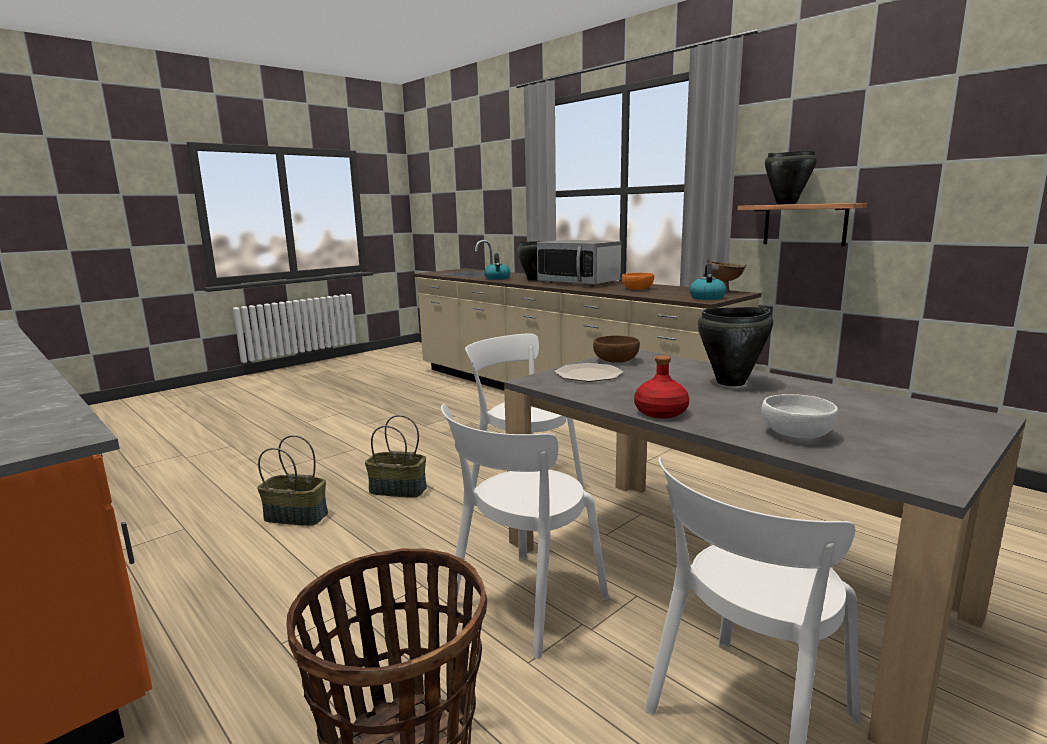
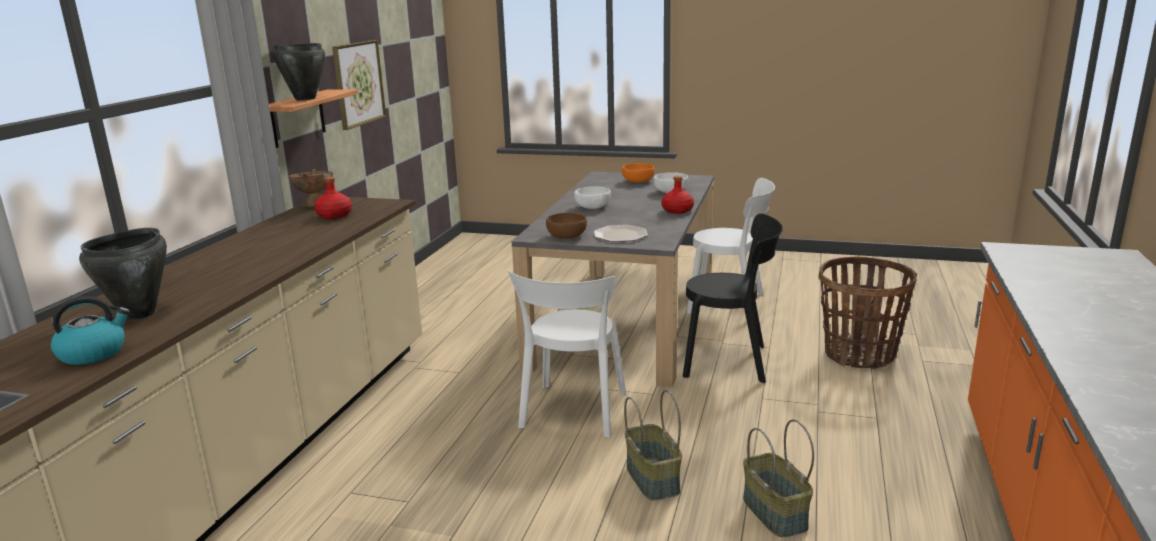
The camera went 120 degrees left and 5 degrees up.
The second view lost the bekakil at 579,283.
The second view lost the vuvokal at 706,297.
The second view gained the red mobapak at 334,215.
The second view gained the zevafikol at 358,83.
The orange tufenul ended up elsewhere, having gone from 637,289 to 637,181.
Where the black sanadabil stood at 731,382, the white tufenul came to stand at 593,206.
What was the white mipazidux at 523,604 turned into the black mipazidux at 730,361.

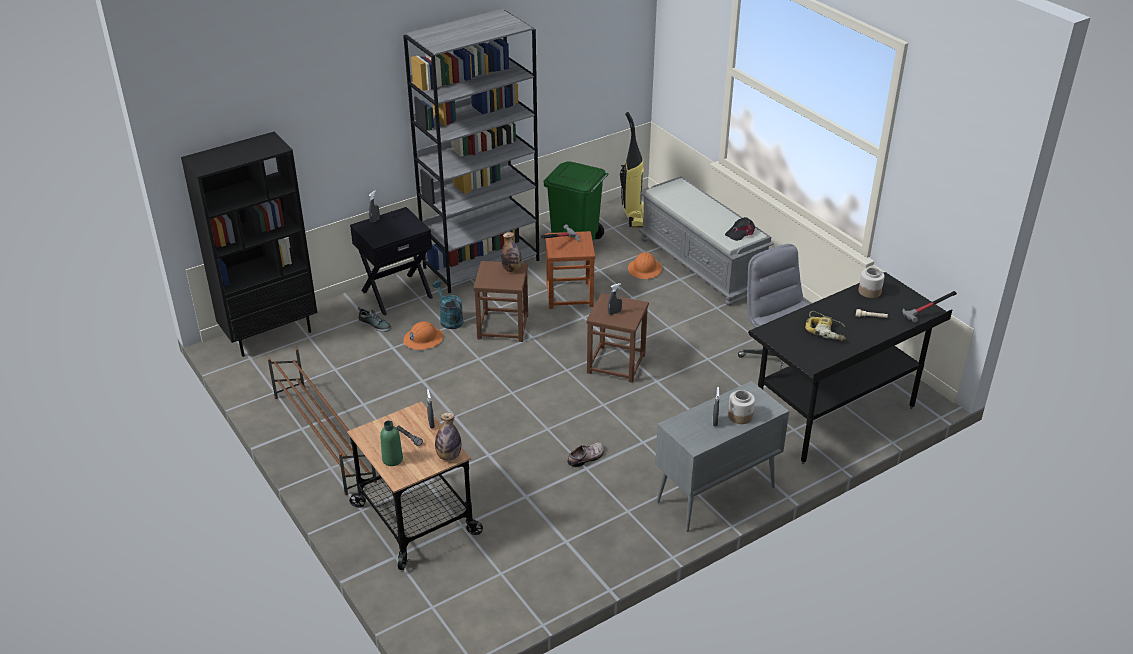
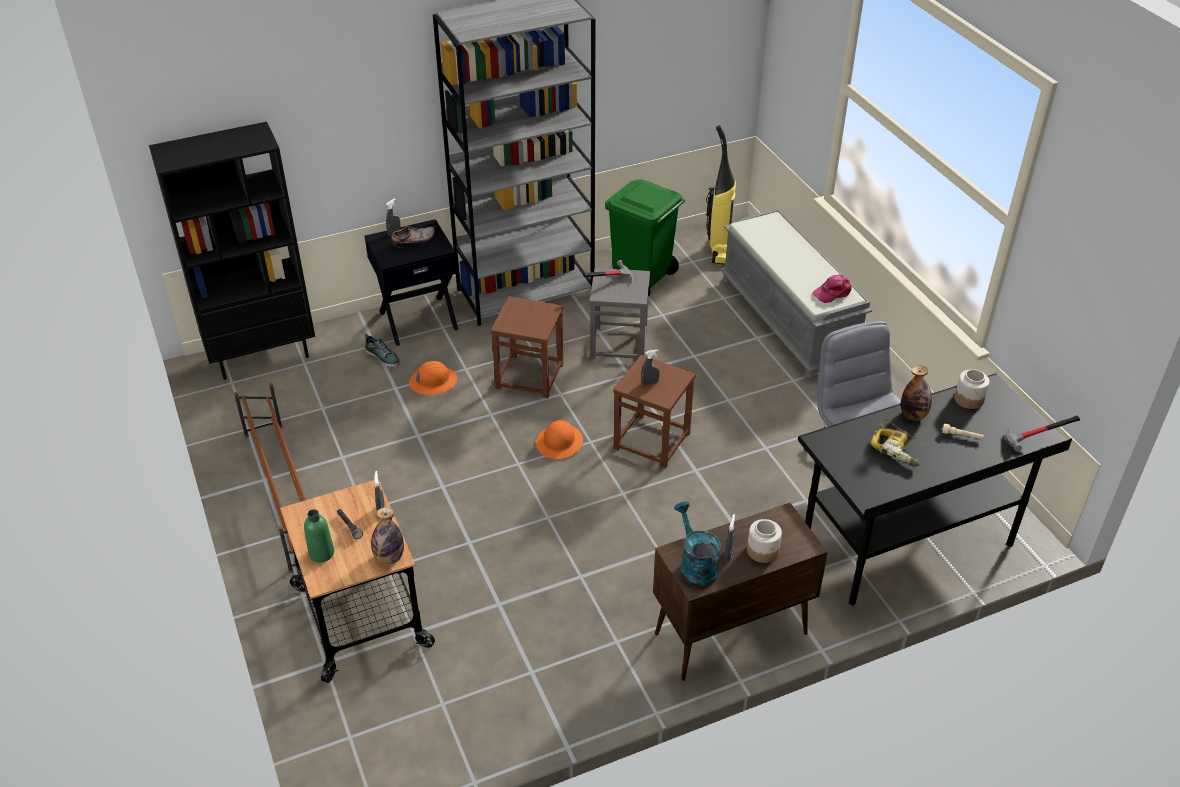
The camera went 10 degrees right and 5 degrees up.
The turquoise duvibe ended up elsewhere, having gone from 449,319 to 695,565.
The mobapak ended up elsewhere, having gone from 512,269 to 913,415.
The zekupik ended up elsewhere, having gone from 587,458 to 414,241.
The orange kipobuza ended up elsewhere, having gone from 645,269 to 560,443.
What was the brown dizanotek at 569,295 turned into the grey dizanotek at 619,344.
What was the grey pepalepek at 715,495 turned into the brown pepalepek at 729,635.
What was the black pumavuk at 740,232 turned into the pink pumavuk at 833,292.

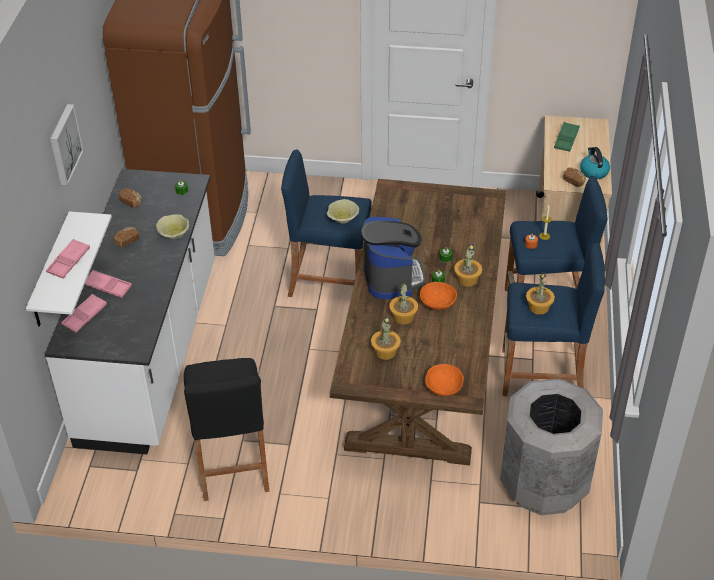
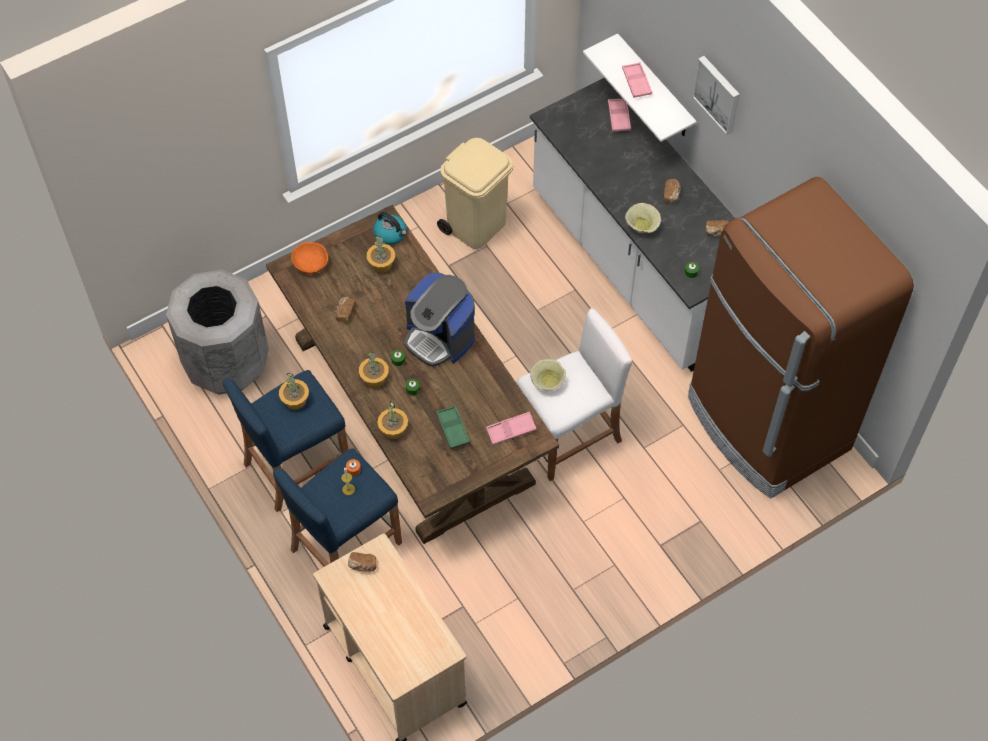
The camera went 140 degrees right and 15 degrees up.
The second view lost the orange tufenul at 437,302.
The second view gained the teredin at 344,313.
The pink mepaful ended up elsewhere, having gone from 108,286 to 511,430.
The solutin ended up elsewhere, having gone from 403,317 to 393,429.
The green mepaful ended up elsewhere, having gone from 566,139 to 453,429.
The vuvokal ended up elsewhere, having gone from 593,171 to 391,234.
Where the black dizanotek stood at 231,462, the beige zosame came to stand at 476,225.
What was the blue dizanotek at 329,281 turned into the white dizanotek at 568,436.

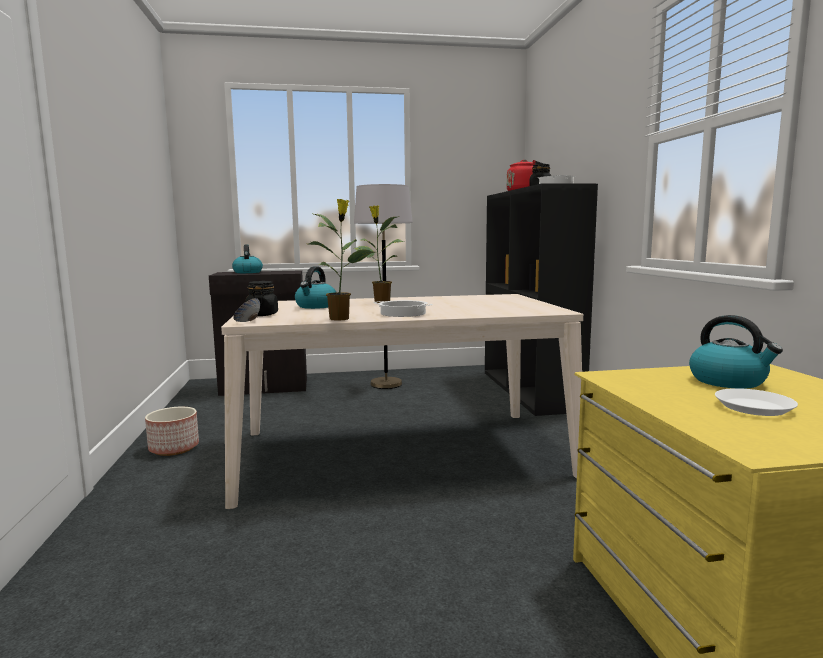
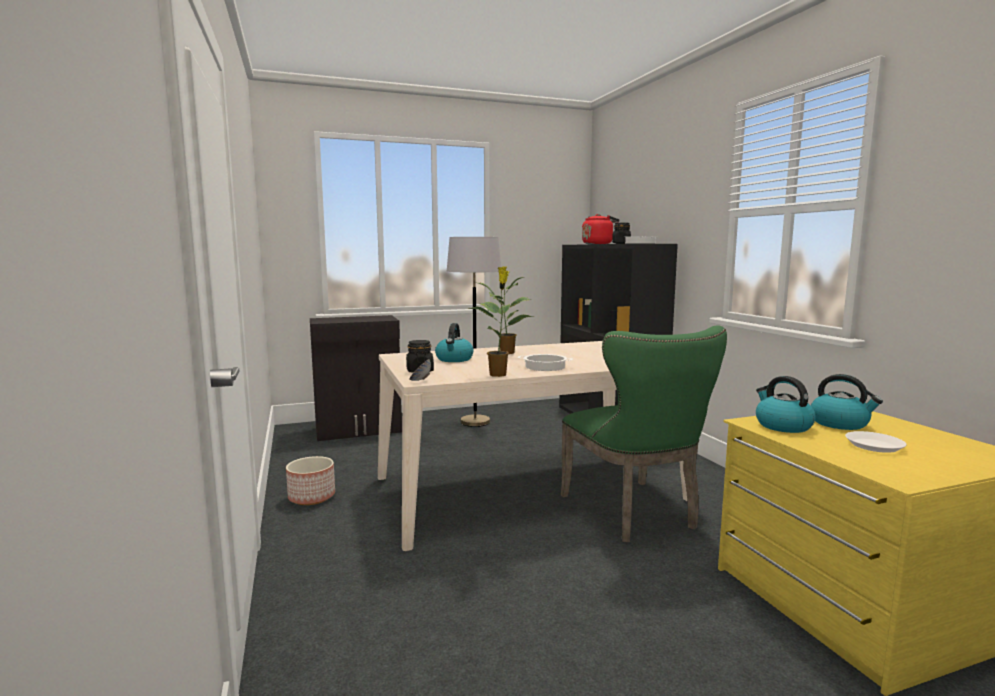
The camera went 10 degrees left and 0 degrees up.
The second view gained the green mipazidux at 635,514.
The vuvokal ended up elsewhere, having gone from 247,272 to 782,426.

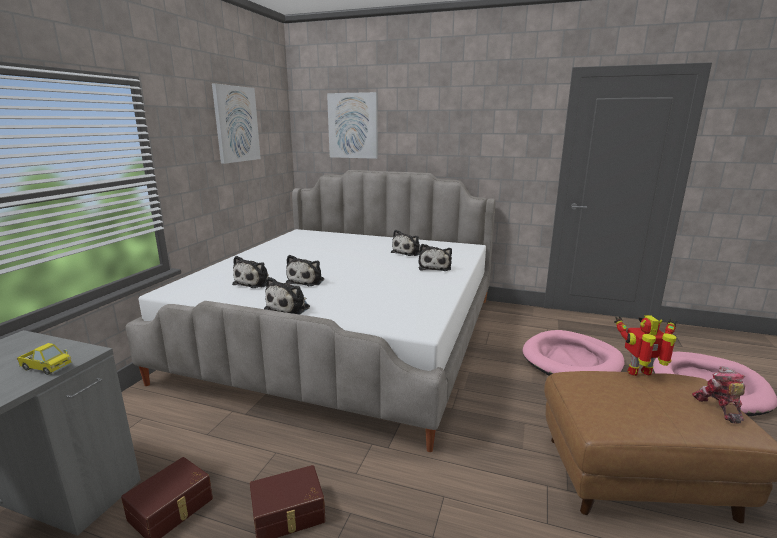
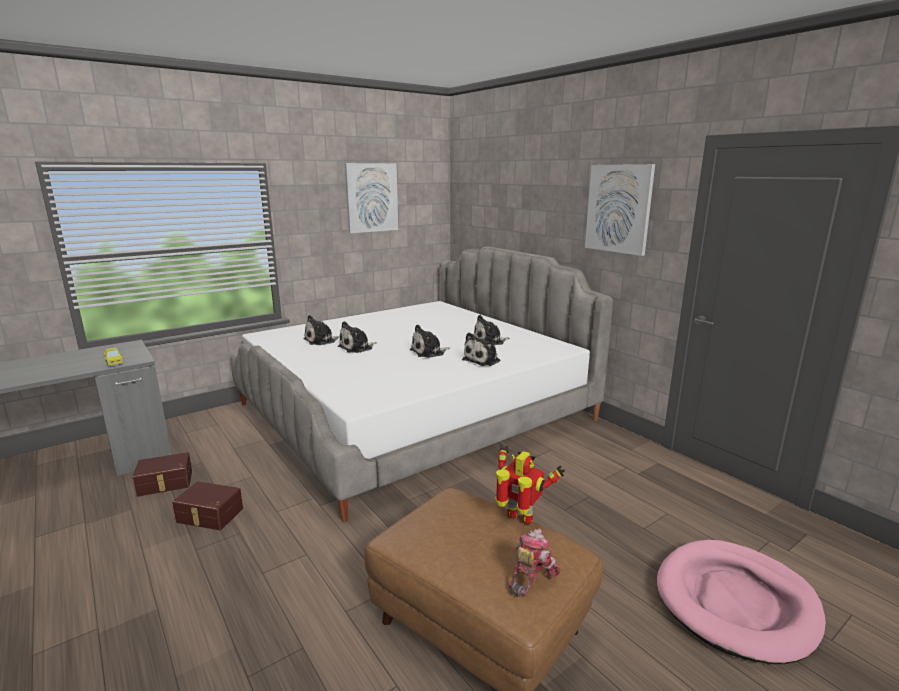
The camera went 35 degrees right and 0 degrees up.
The second view lost the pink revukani at 571,360.
The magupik ended up elsewhere, having gone from 289,308 to 429,352.
The zevafikol ended up elsewhere, having gone from 353,126 to 619,209.

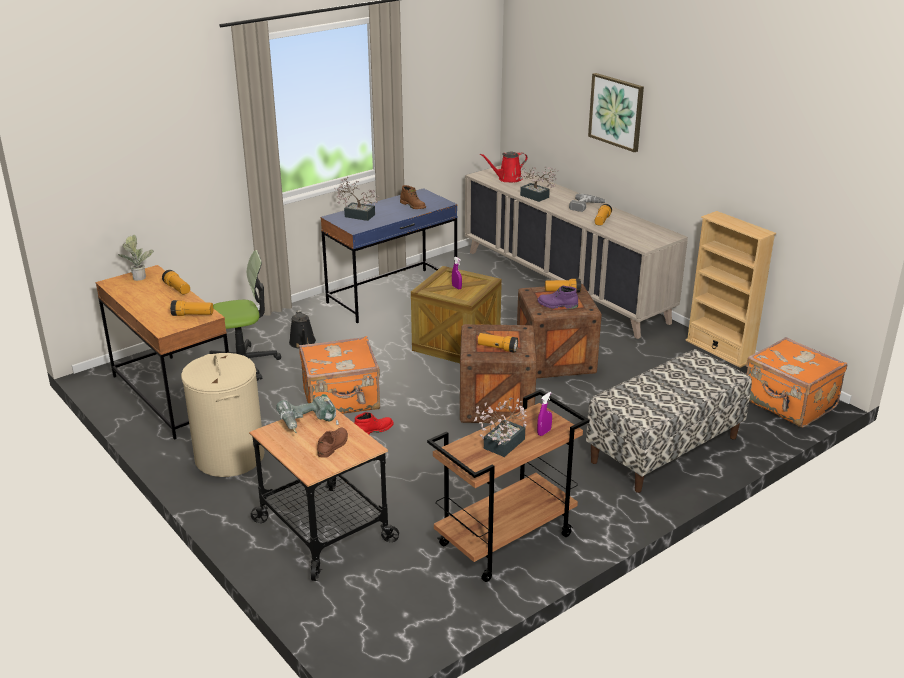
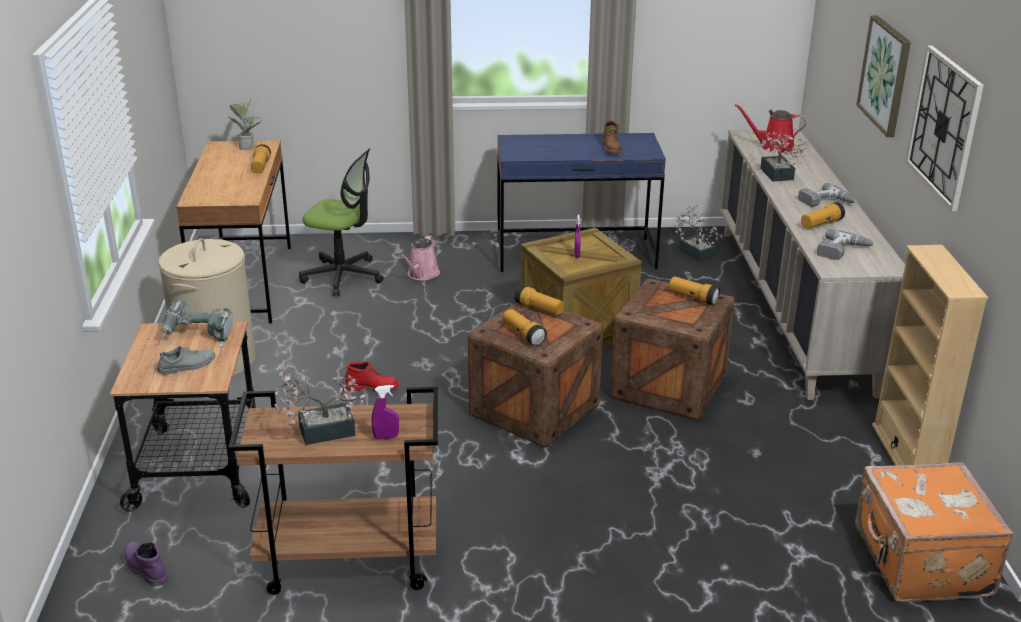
The camera went 35 degrees right and 0 degrees up.
The second view lost the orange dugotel at 342,399.
The second view lost the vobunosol at 665,450.
The second view gained the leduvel at 843,251.
The second view gained the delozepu at 944,126.
The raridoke ended up elsewhere, having gone from 192,315 to 539,309.
The solutin ended up elsewhere, having gone from 356,215 to 694,251.
The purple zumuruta ended up elsewhere, having gone from 557,305 to 144,569.
What was the black duvibe at 302,343 turned into the pink duvibe at 421,275.
What was the brown zekupik at 333,445 turned into the grey zekupik at 187,365.

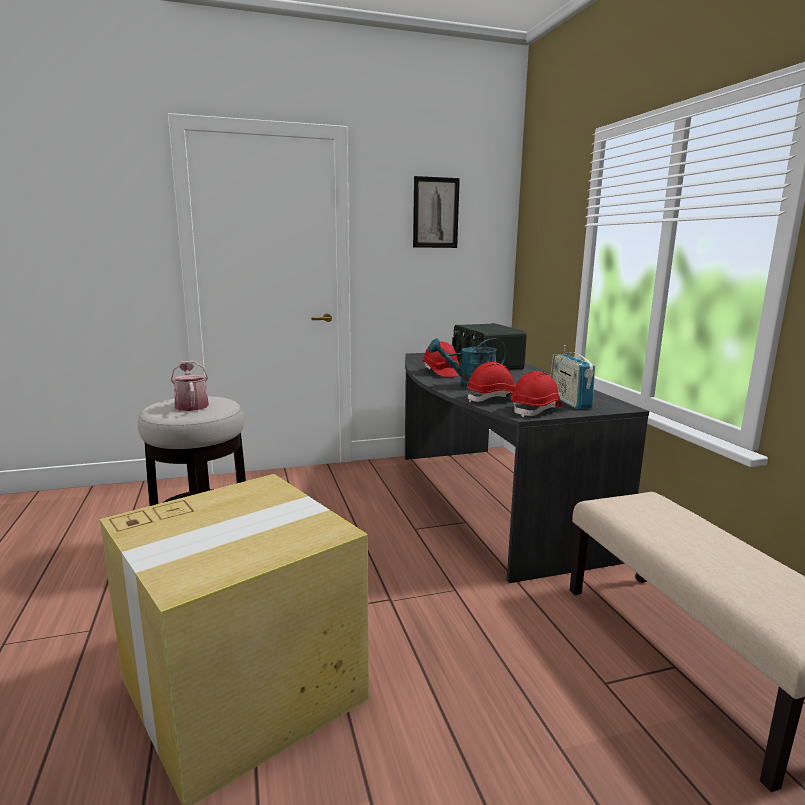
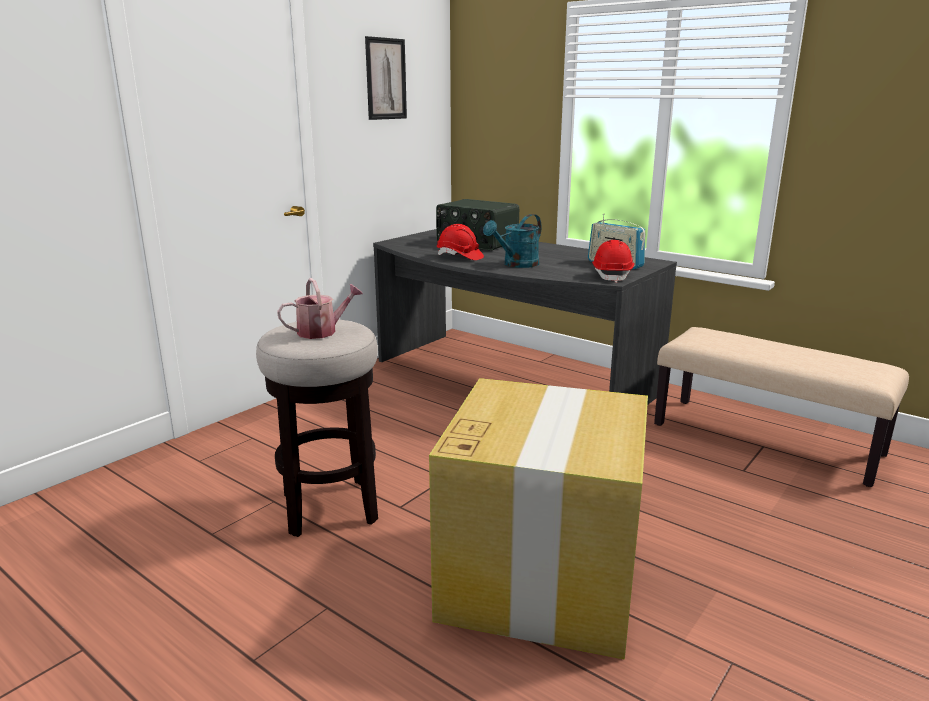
The camera went 35 degrees left and 5 degrees up.
The second view lost the red kipobuza at 493,399.
The duvibe at 191,405 ended up facing another way, 120 degrees clockwise from before.

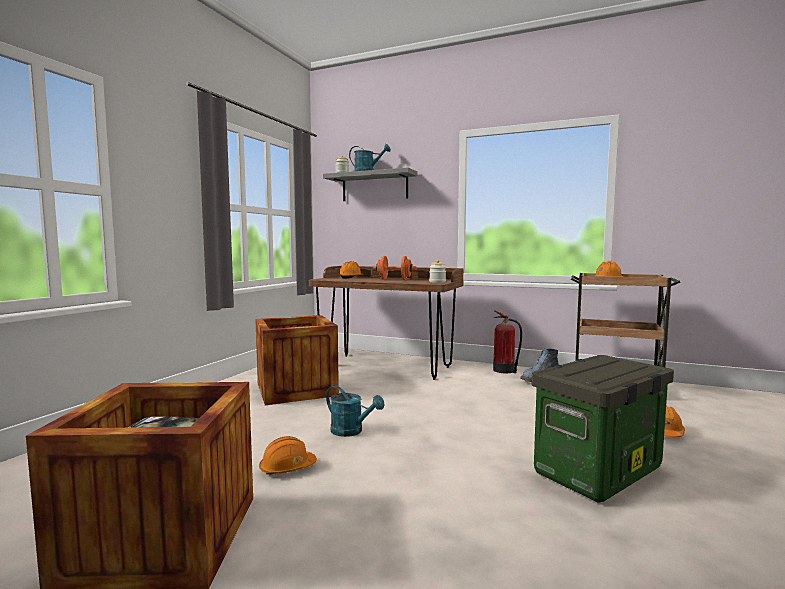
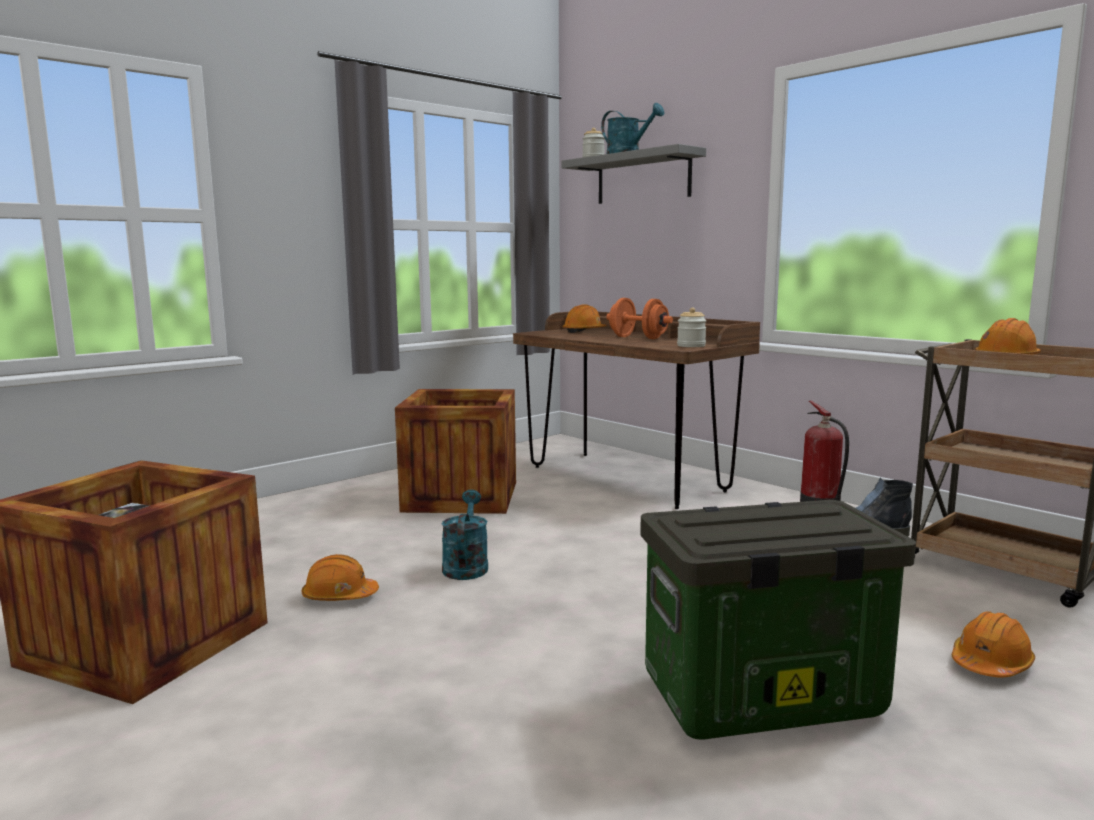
The camera went 25 degrees right and 5 degrees up.
The turquoise duvibe at 351,431 ended up facing another way, 150 degrees counterclockwise from before.

